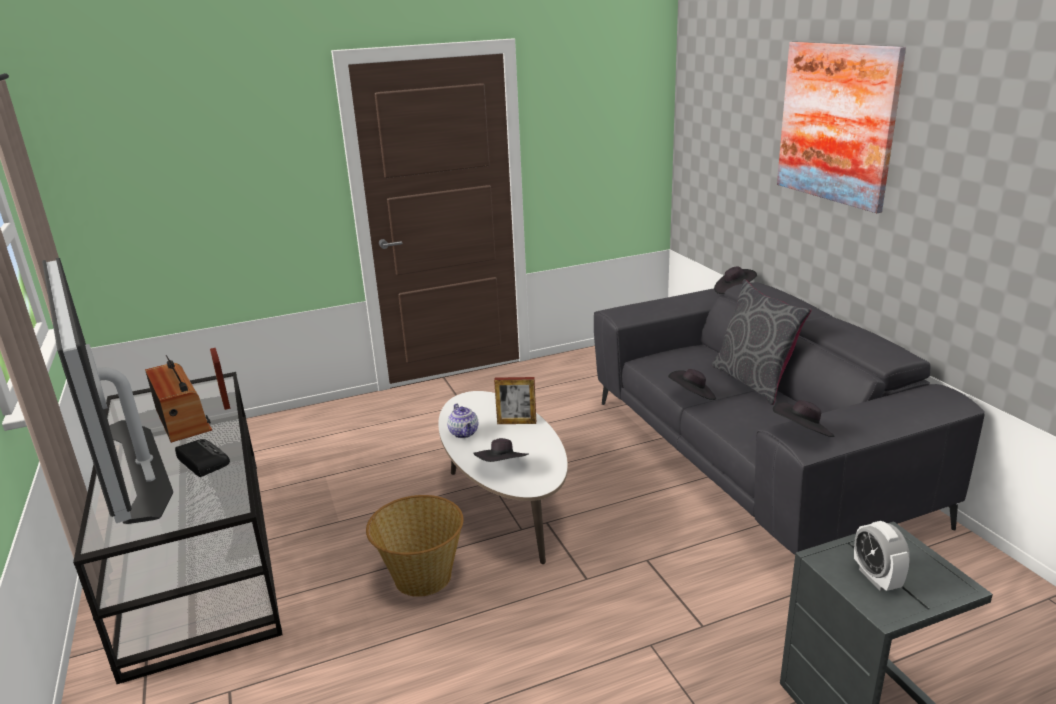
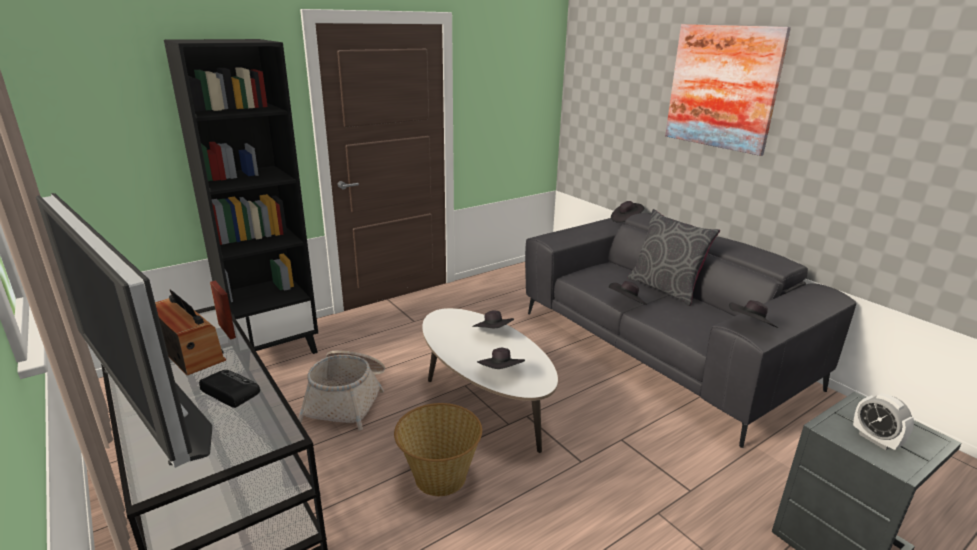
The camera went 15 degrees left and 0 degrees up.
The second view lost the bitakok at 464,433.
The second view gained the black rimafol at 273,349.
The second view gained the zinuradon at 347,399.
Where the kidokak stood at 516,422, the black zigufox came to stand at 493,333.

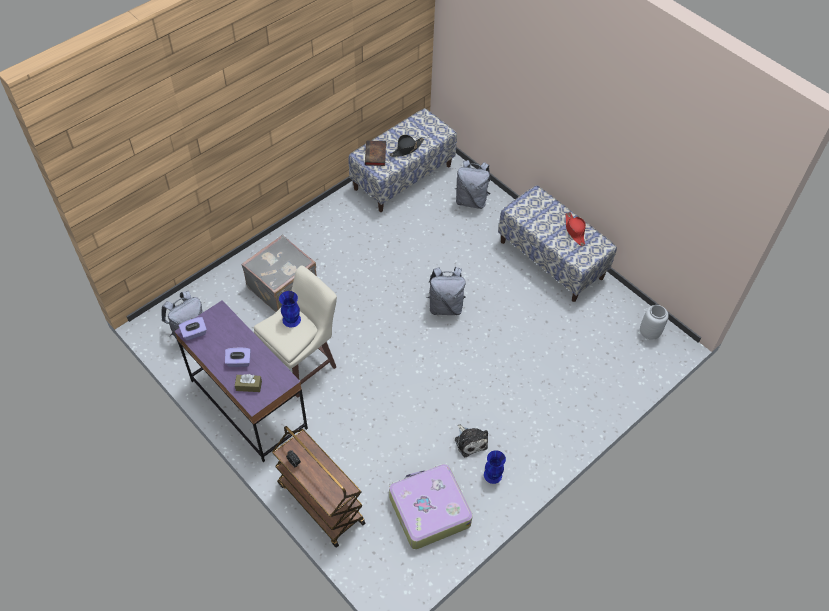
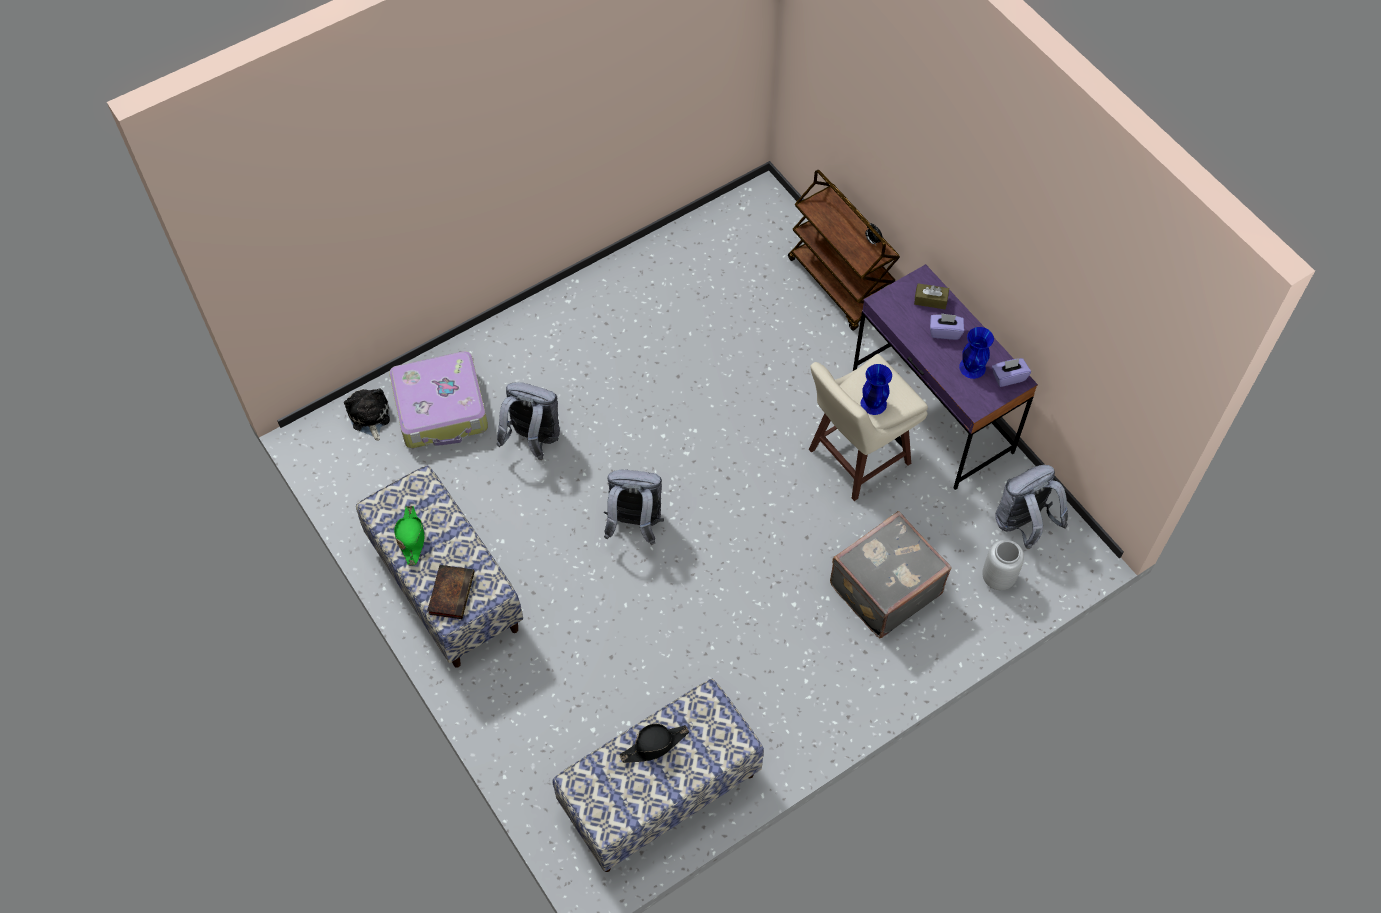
The camera went 170 degrees left and 5 degrees up.
The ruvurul ended up elsewhere, having gone from 375,155 to 451,592.
The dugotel ended up elsewhere, having gone from 428,510 to 441,409.
The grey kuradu ended up elsewhere, having gone from 471,200 to 533,440.
The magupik ended up elsewhere, having gone from 470,441 to 369,417.
The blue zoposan ended up elsewhere, having gone from 493,475 to 972,367.
The grey zoposan ended up elsewhere, having gone from 650,332 to 997,577.
What was the red zigufox at 574,231 turned into the green zigufox at 411,537.

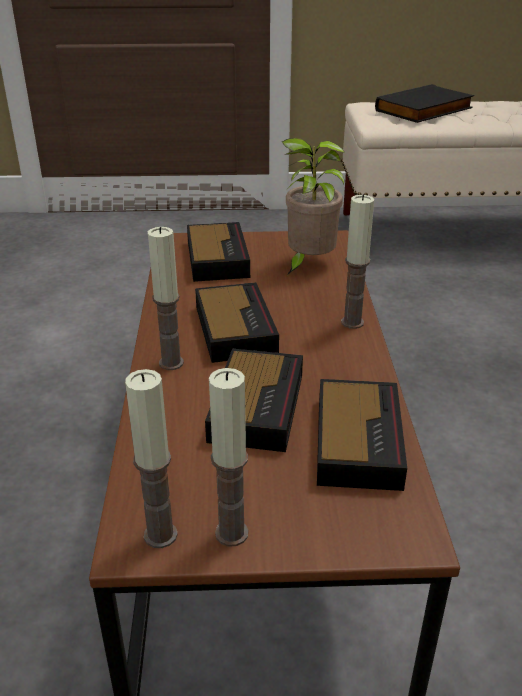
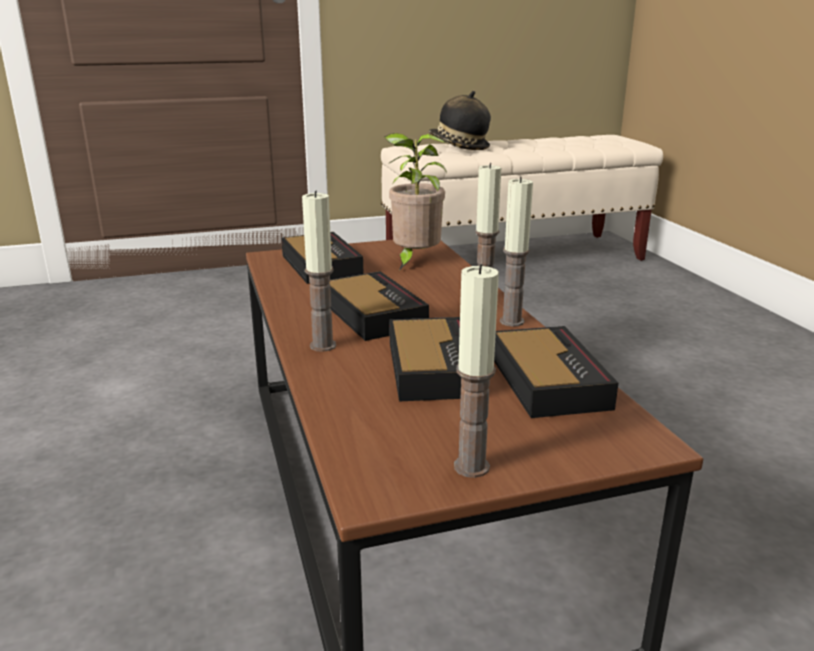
The camera went 15 degrees left and 10 degrees down.
The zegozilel ended up elsewhere, having gone from 160,535 to 512,321.
Where the black ruvurul stood at 425,110, the zigufox came to stand at 458,147.

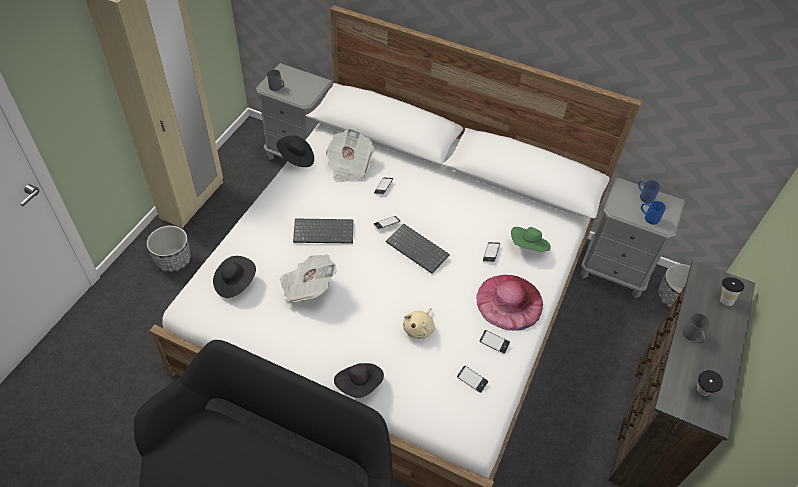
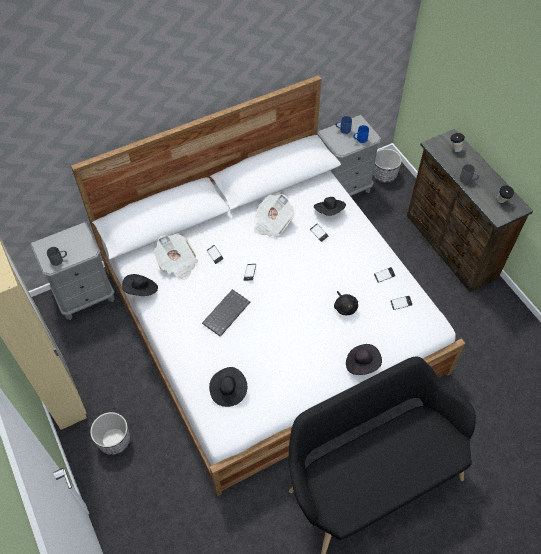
The camera went 50 degrees left and 5 degrees up.
The second view lost the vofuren at 418,249.
The second view lost the pink zigufox at 509,301.
The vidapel ended up elsewhere, having gone from 307,287 to 272,223.
What was the beige magupik at 419,328 turned into the black magupik at 345,307.
What was the green zigufox at 528,247 turned into the black zigufox at 329,211.

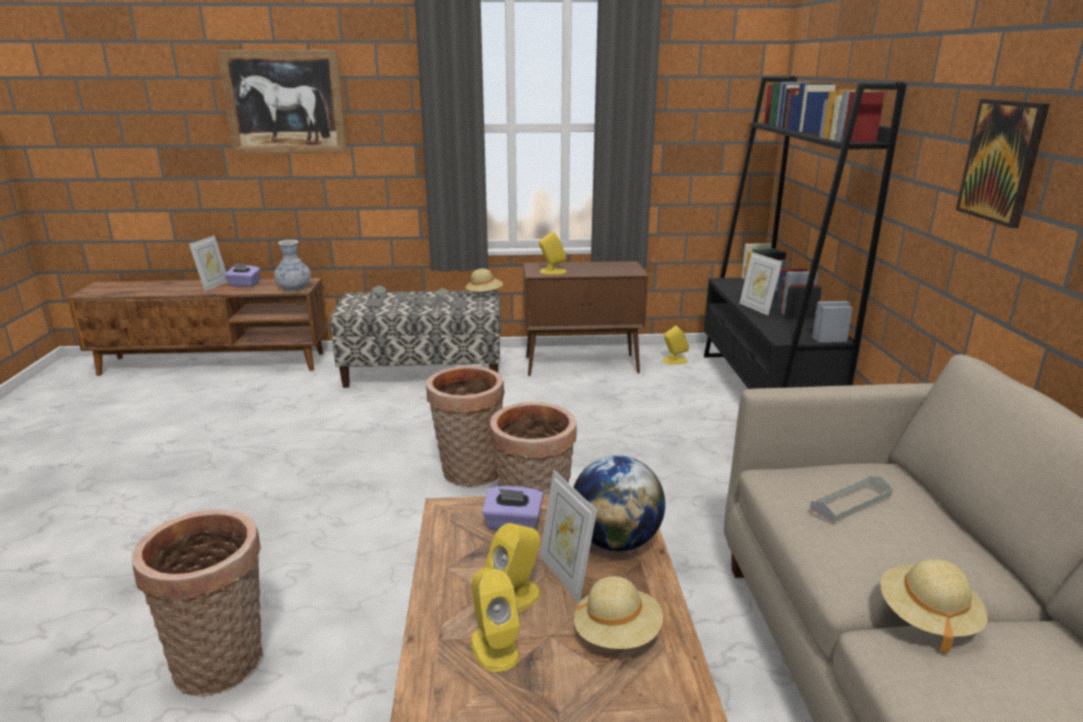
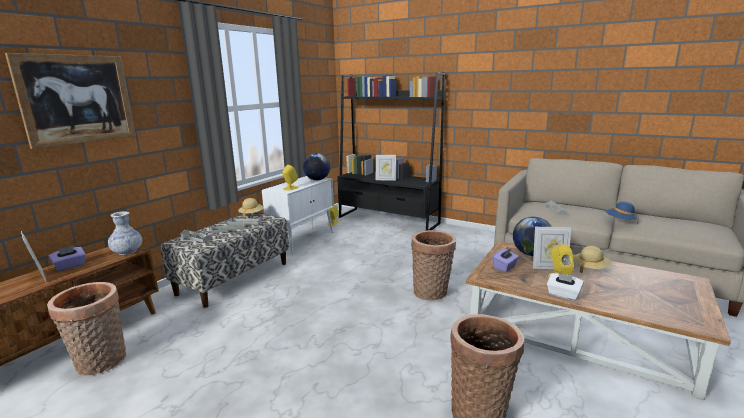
The camera went 55 degrees left and 5 degrees down.
The second view lost the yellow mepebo at 494,647.
The second view lost the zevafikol at 1002,161.
The second view gained the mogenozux at 317,180.
The second view gained the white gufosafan at 563,295.
The zinuradon ended up elsewhere, having gone from 469,474 to 100,363.
What was the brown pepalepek at 582,365 turned into the white pepalepek at 303,240.
What was the beige zigufox at 926,618 turned into the blue zigufox at 620,221.

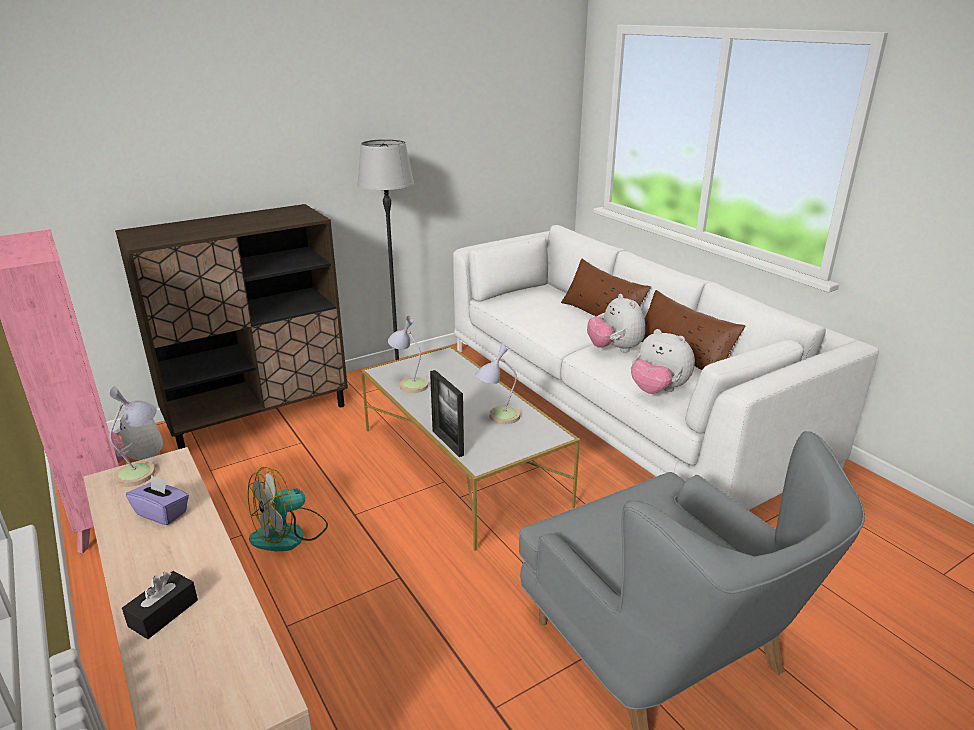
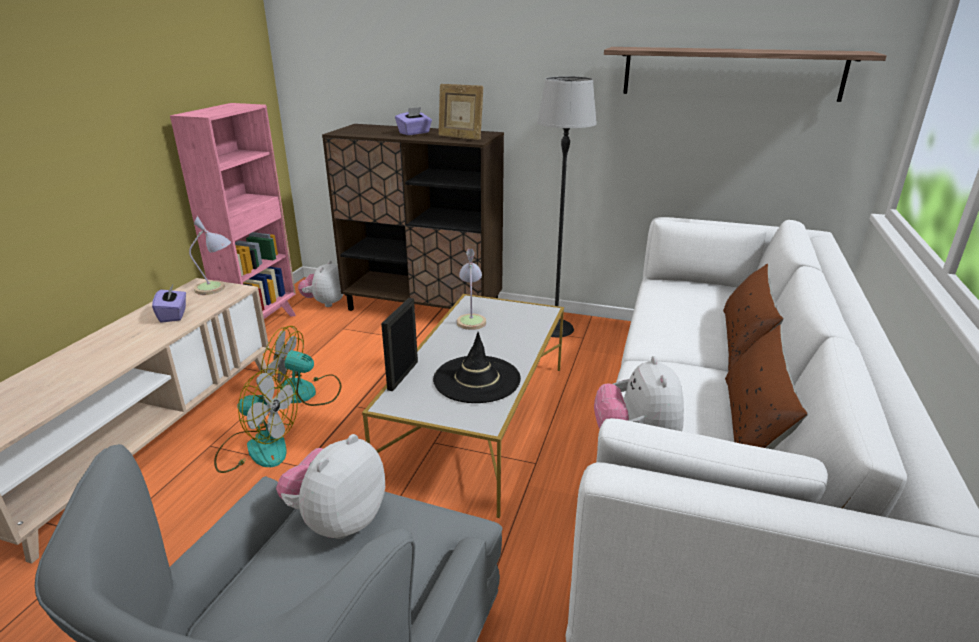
The camera went 50 degrees right and 0 degrees up.
The second view lost the black gufosafan at 163,613.
The second view gained the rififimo at 257,448.
The second view gained the purple gufosafan at 414,133.
The second view gained the kidokak at 460,138.
The second view gained the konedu at 731,73.
The magupik ended up elsewhere, having gone from 614,349 to 337,520.
Where the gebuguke stood at 498,417, the black zigufox came to stand at 476,379.

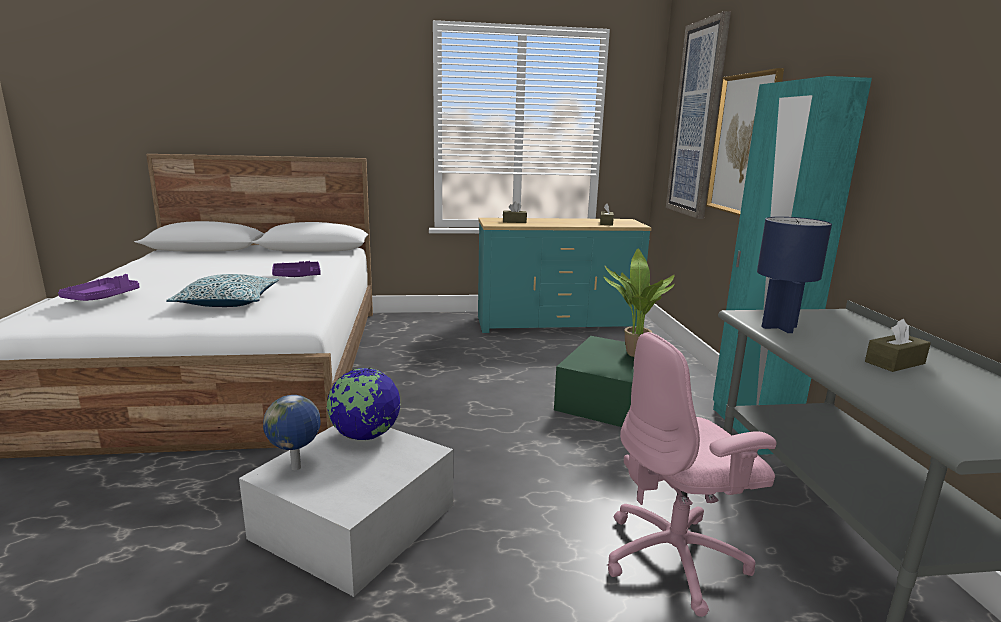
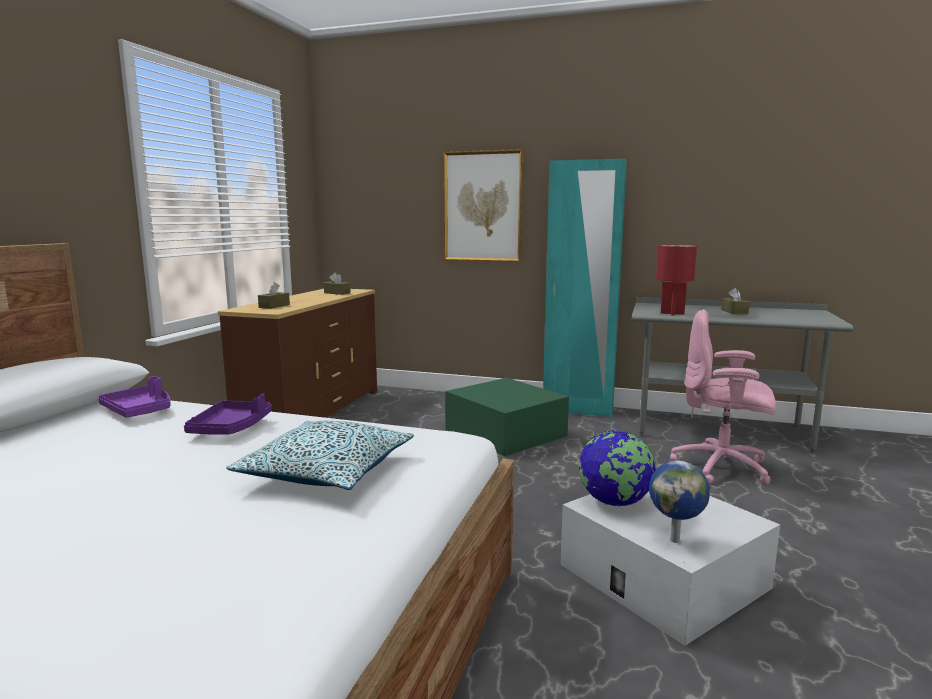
The camera went 65 degrees left and 5 degrees down.
The second view lost the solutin at 632,354.
The second view lost the zevafikol at 697,120.
The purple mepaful ended up elsewhere, having gone from 102,297 to 140,411.
What was the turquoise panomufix at 556,324 turned into the brown panomufix at 312,414.
What was the blue gebuguke at 779,327 turned into the red gebuguke at 672,313.
The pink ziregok at 676,558 ended up facing another way, 105 degrees clockwise from before.

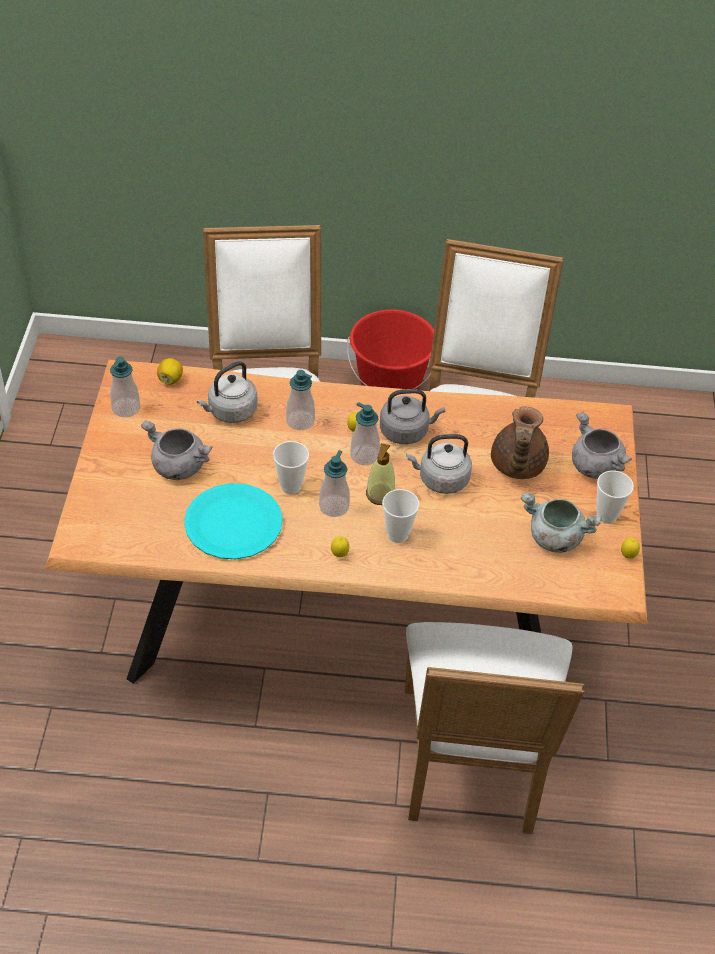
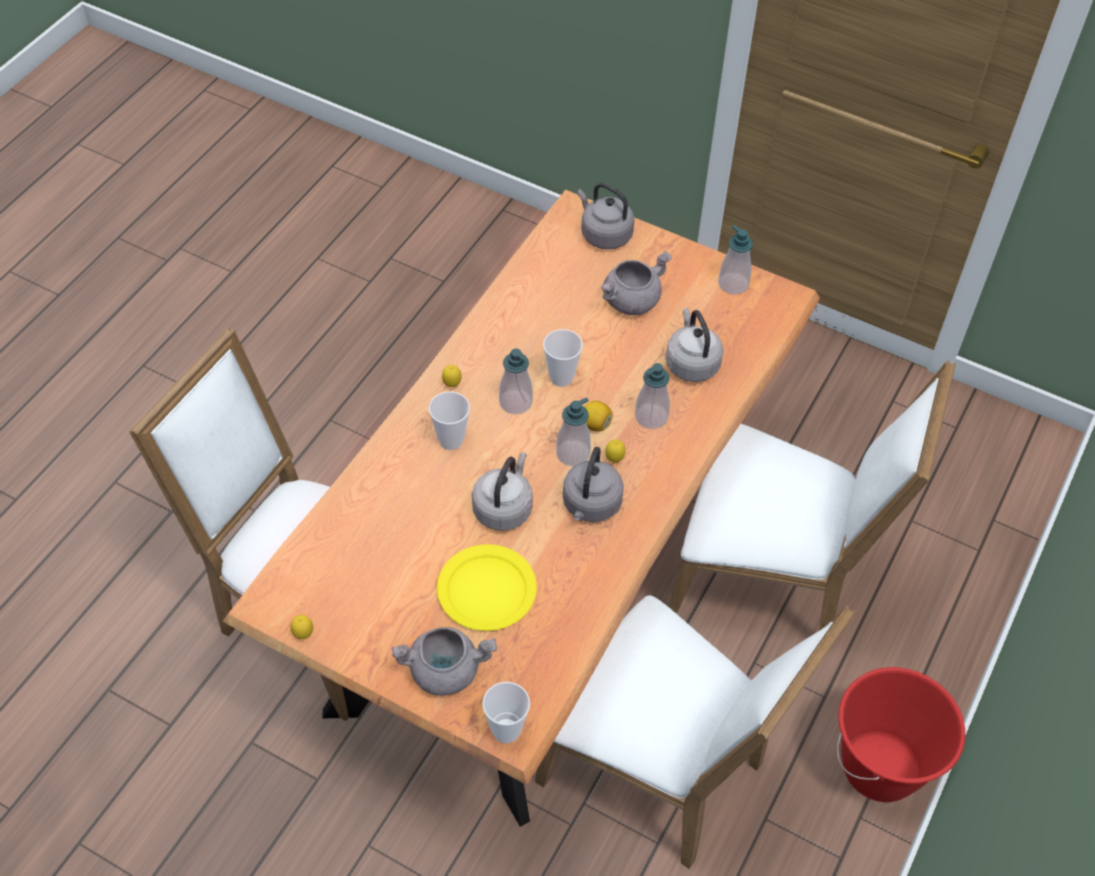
The camera went 115 degrees right and 5 degrees up.
The second view lost the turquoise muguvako at 233,523.
The second view lost the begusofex at 380,494.
The second view lost the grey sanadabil at 554,538.
The second view gained the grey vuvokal at 604,234.
The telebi ended up elsewhere, having gone from 170,379 to 595,424.
The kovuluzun ended up elsewhere, having gone from 607,515 to 506,731.
Where the brown bitakok stood at 516,466, the yellow muguvako came to stand at 487,589.

